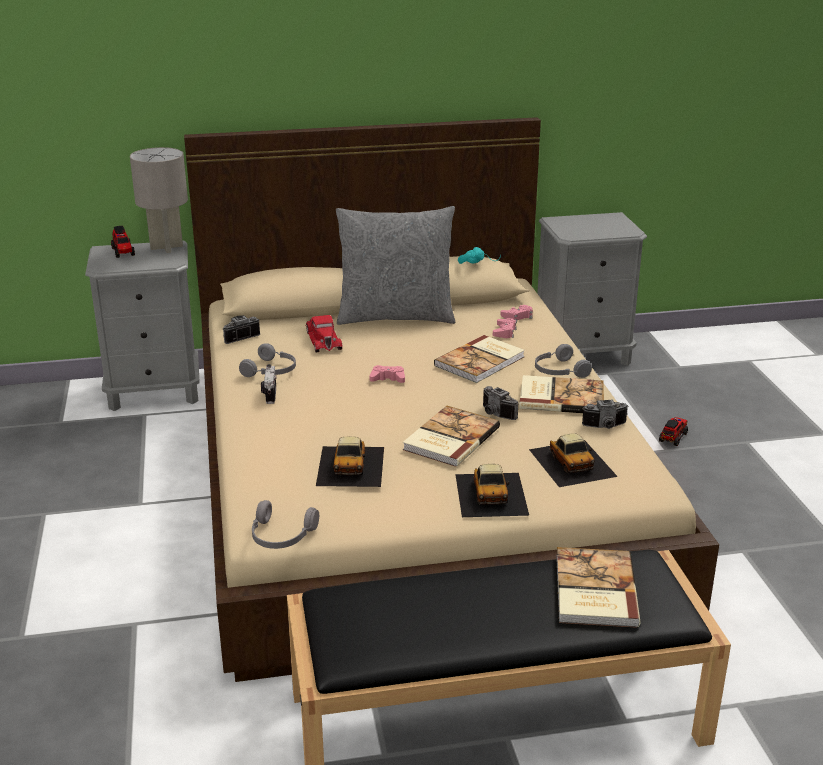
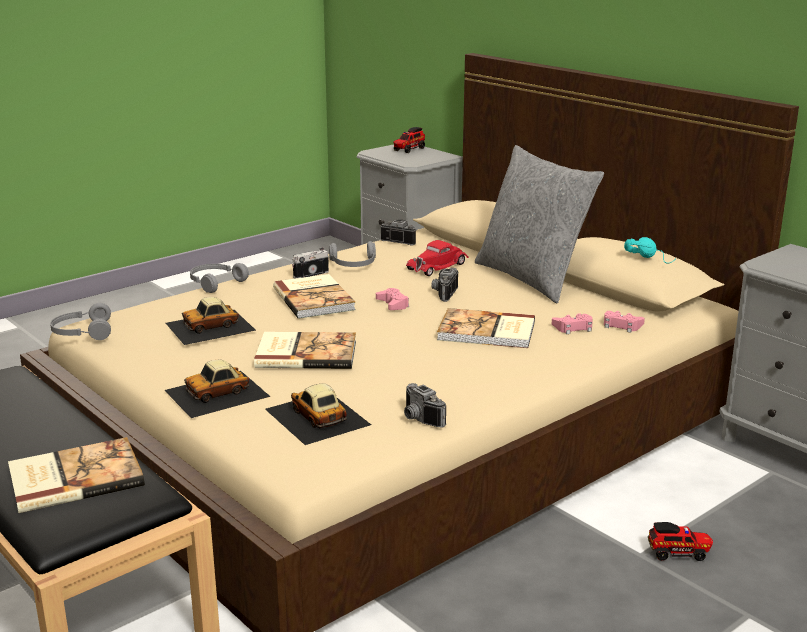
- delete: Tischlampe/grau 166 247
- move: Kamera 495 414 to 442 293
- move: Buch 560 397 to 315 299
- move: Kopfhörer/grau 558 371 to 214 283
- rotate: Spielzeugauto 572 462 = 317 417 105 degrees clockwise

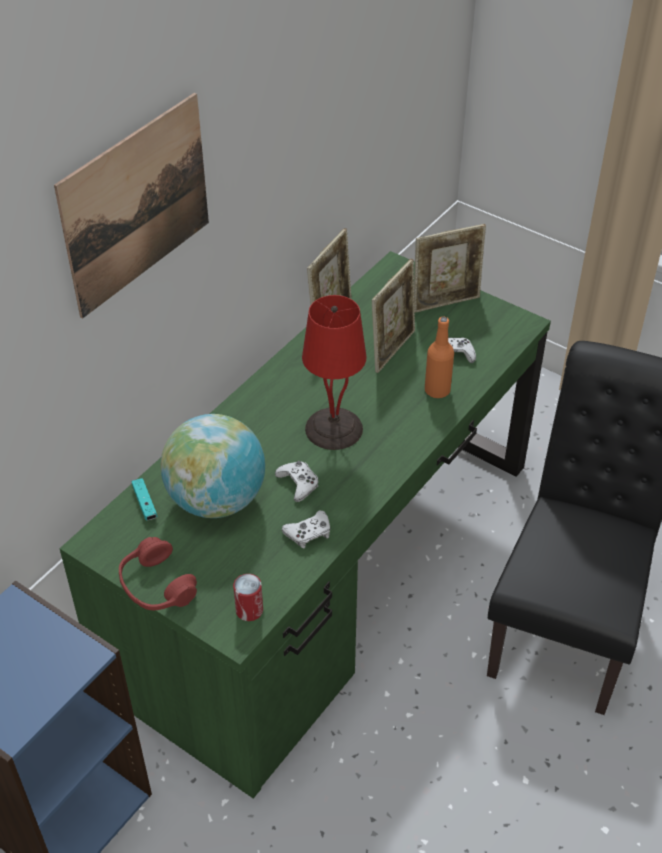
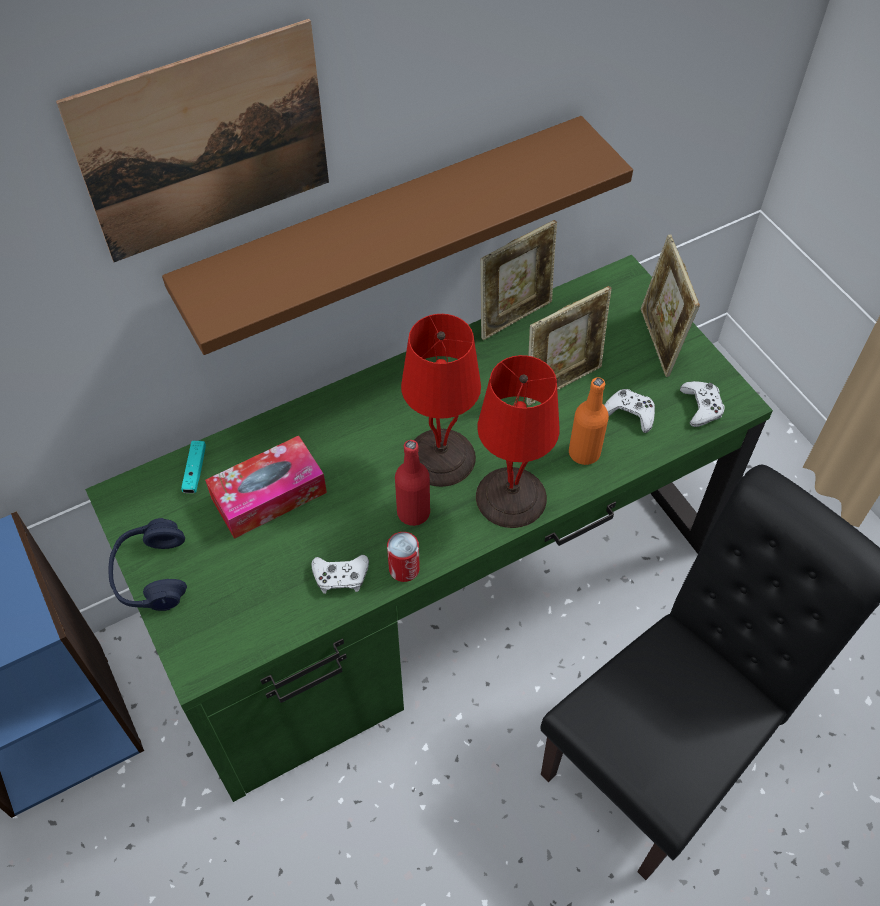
- insert: Wandregal/braun 386 227
- insert: Flasche/rot 413 512
- insert: Tischlampe/rot 512 496
- move: Dose 249 610 to 404 568
- move: Gamepad/weiß 298 484 to 701 407
- replace: Globus 216 499 to Taschentuchbox 269 495
- recolor: Kopfhörer/rot 156 586 to Kopfhörer/blau 151 574
- rotate: Bilderrahmen 446 302 = 658 342 75 degrees clockwise

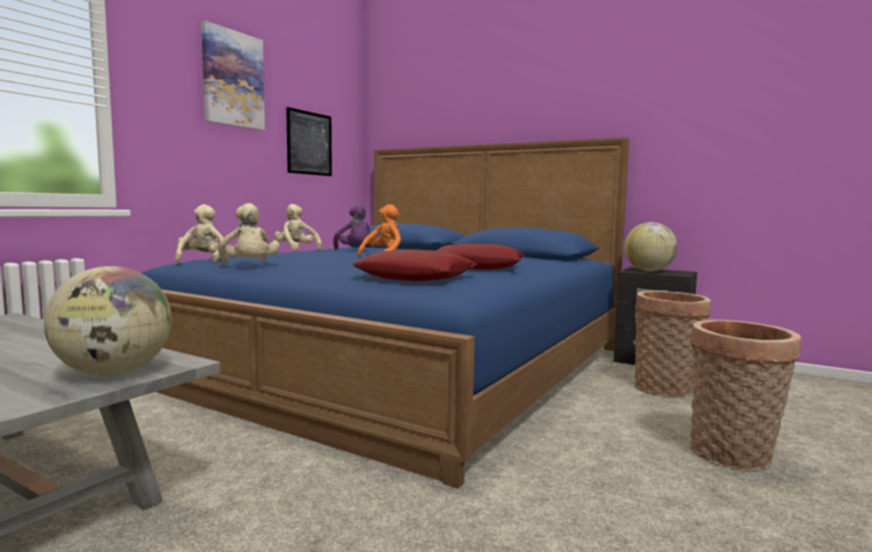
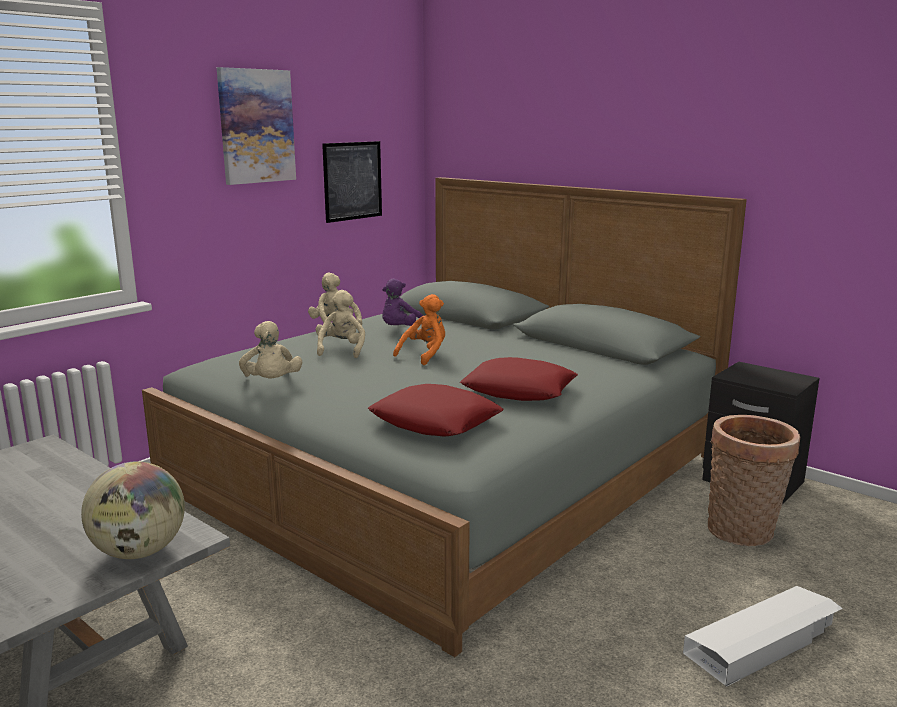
- delete: Globus 648 271
- move: Plüschtier/beige 202 261 to 341 350
- replace: Korb 733 456 to Aufbewahrungsbox/weiß 763 641
- recolor: Bett/blau 402 364 to Bett/grau 447 471
- rotate: Plüschtier/lila 356 250 = 401 330 60 degrees clockwise

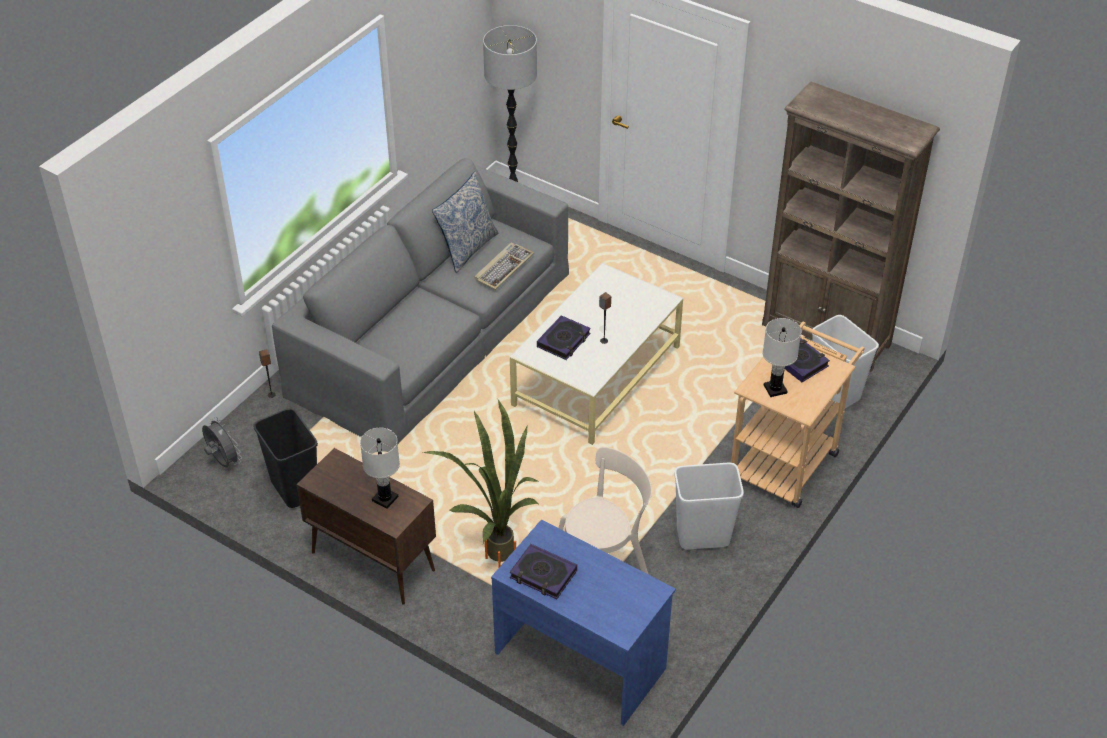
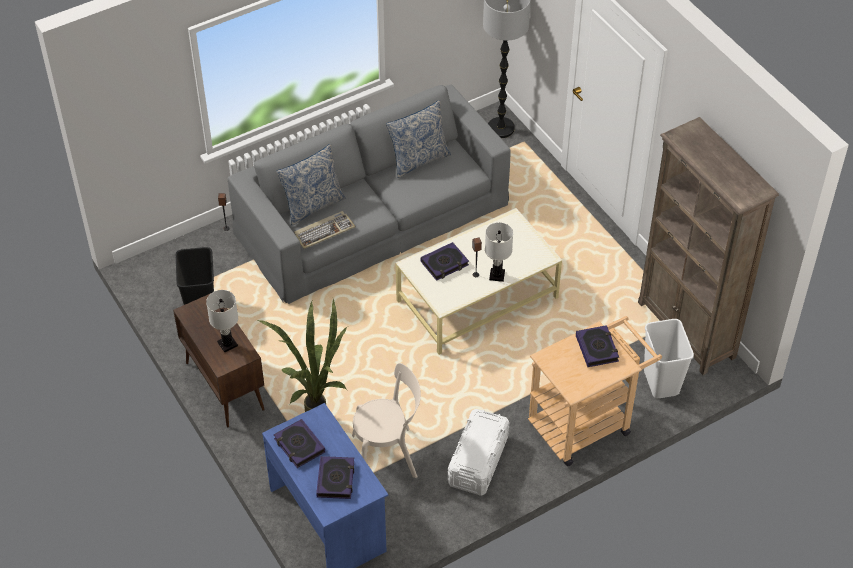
- delete: Ventilator/grau 223 462
- insert: Kissen 313 205
- insert: Buch 336 479
- move: Tastatur 503 267 to 324 231
- move: Tischlampe/weiß 775 389 to 497 275
- replace: Mülleimer/weiß 702 537 to Aufbewahrungsbox/weiß 478 461

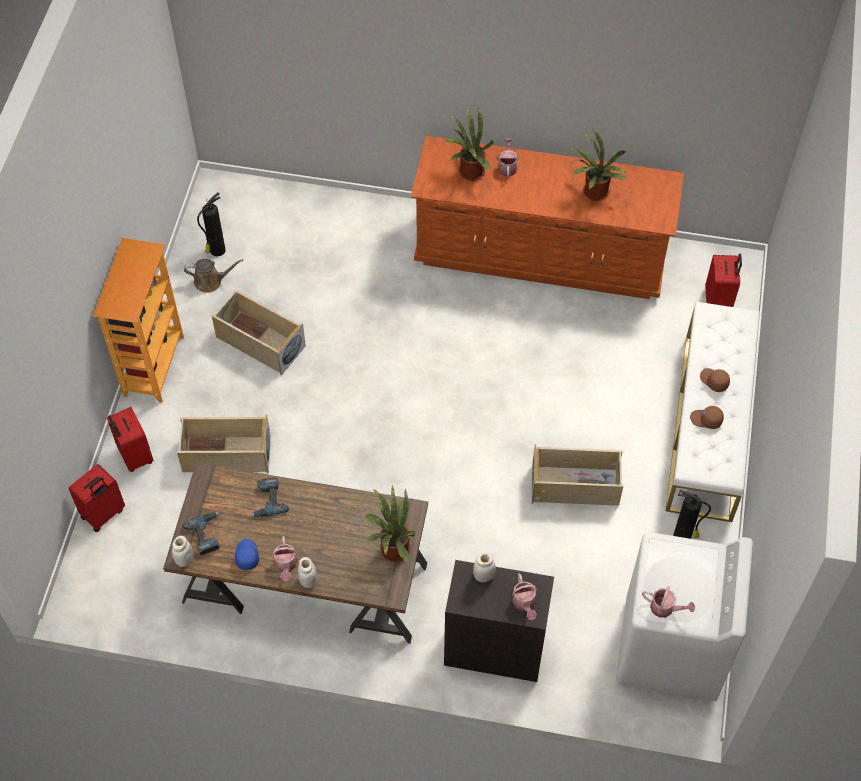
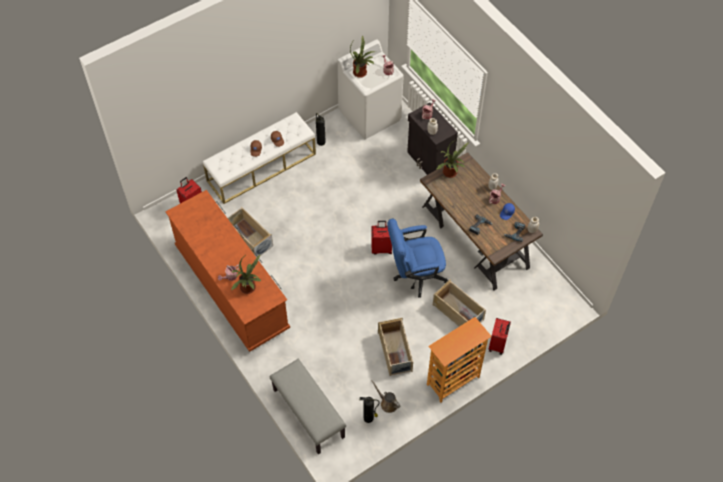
- insert: Bank/grau 308 413
- insert: Bürostuhl/blau 415 275
- move: Koffer/rot 104 514 to 381 248
- move: Aufbewahrungsbox/beige 576 485 to 249 238
- move: Topfpflanze 593 193 to 361 73

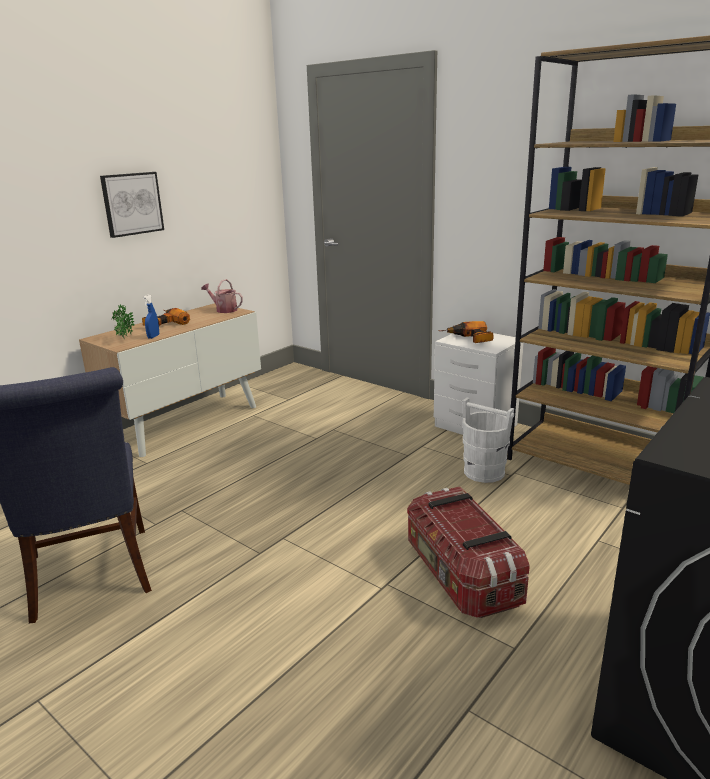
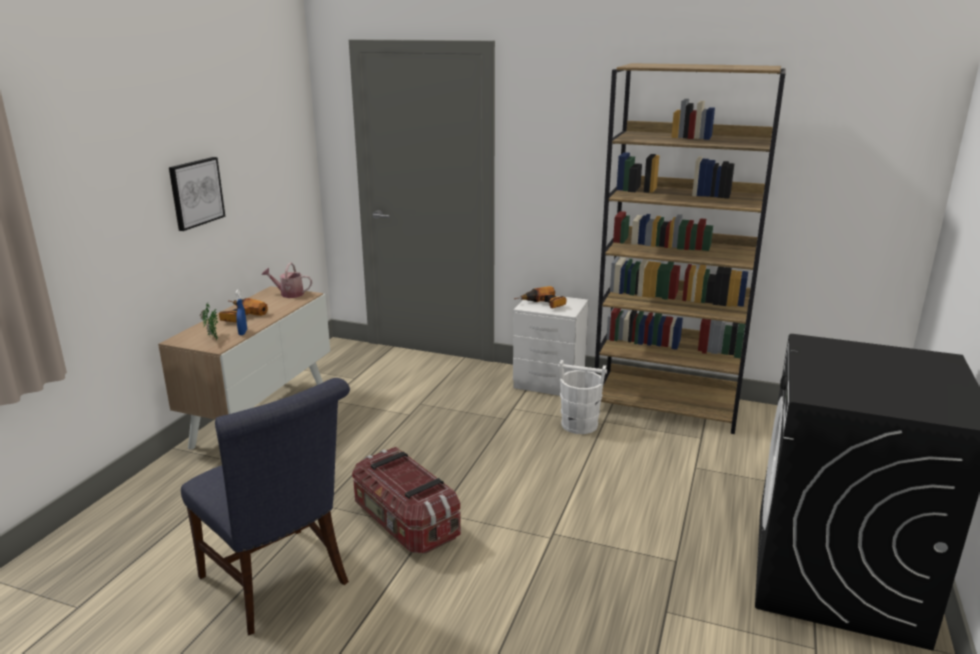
- move: Aufbewahrungsbox 461 575 to 405 522

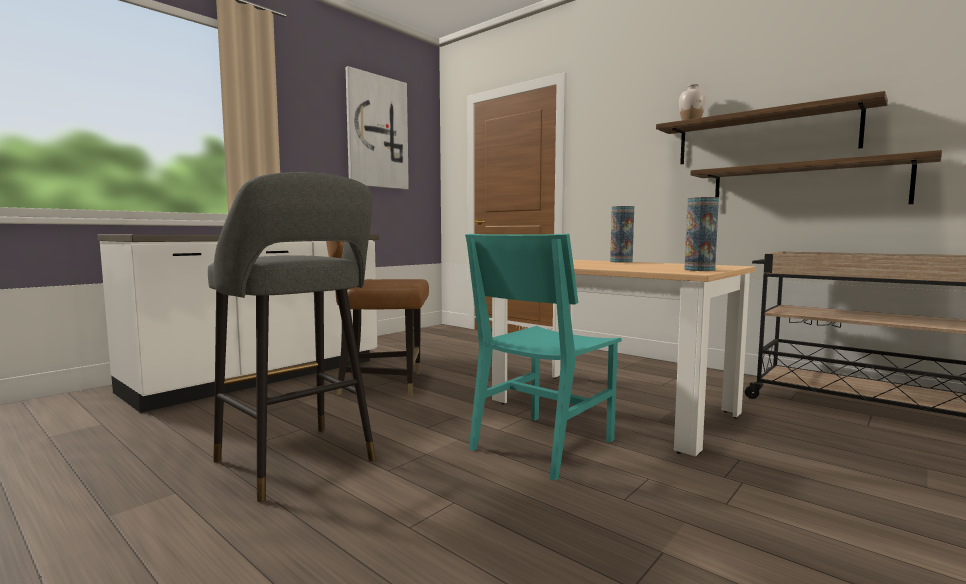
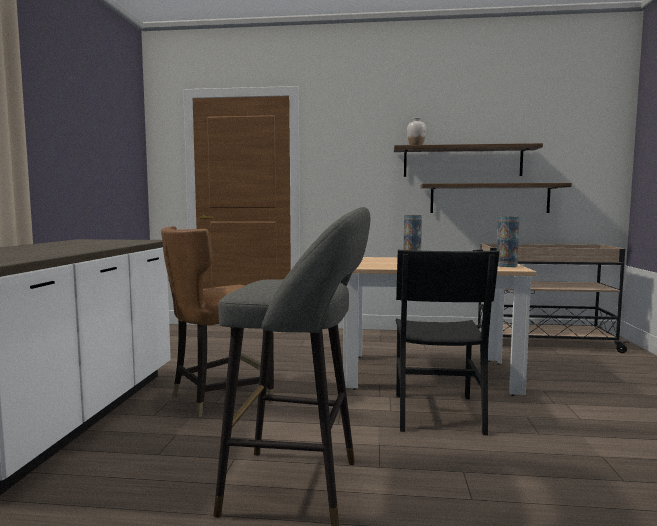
- delete: Bild 377 132
- recolor: Stuhl/türkis 542 444 to Stuhl/schwarz 437 413

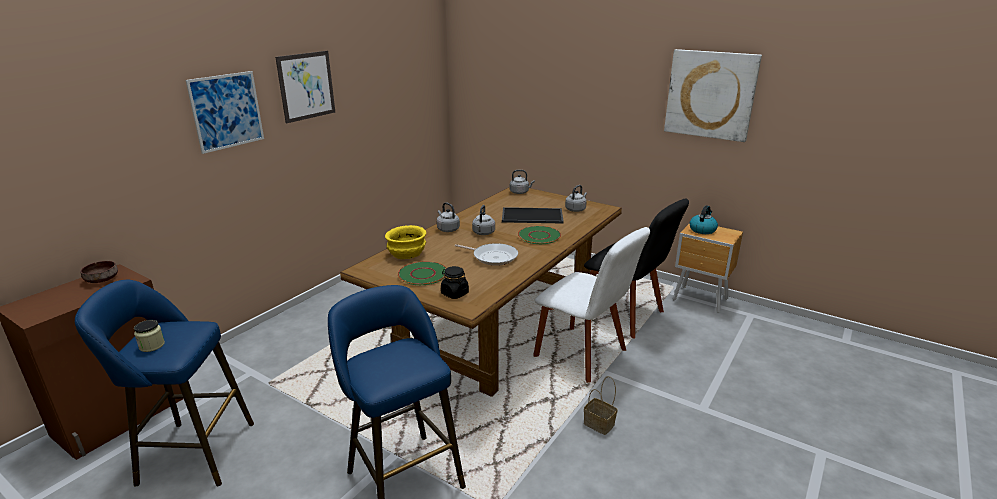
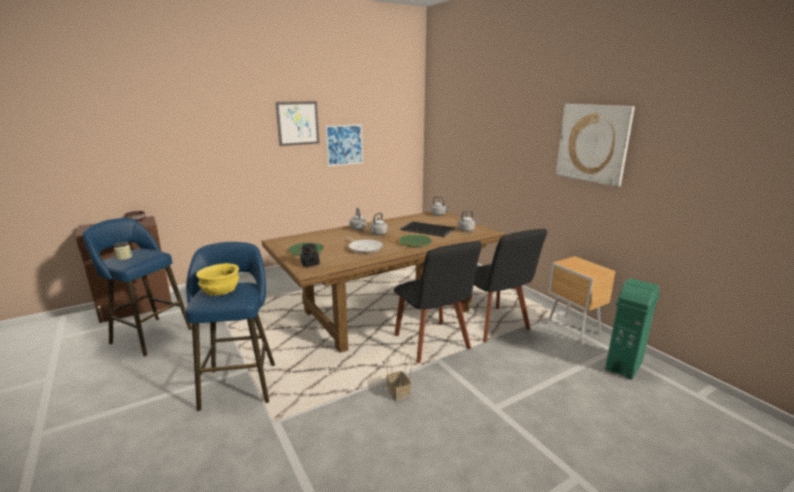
- delete: Wasserkessel 702 230
- insert: Mülleimer/grün 624 365
- move: Bild 227 111 to 344 145
- move: Schüssel/gelb 406 254 to 220 291
- recolor: Stuhl/weiß 584 355 to Stuhl/schwarz 433 344

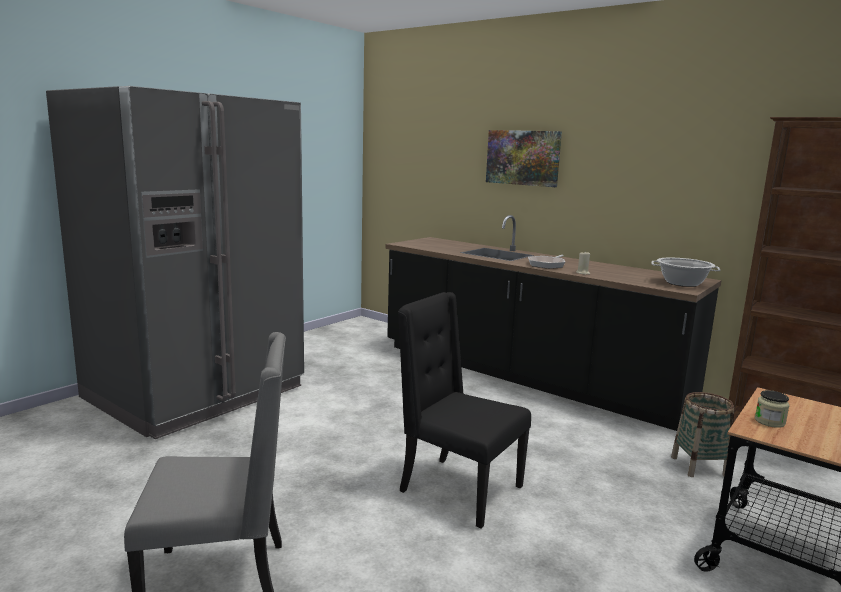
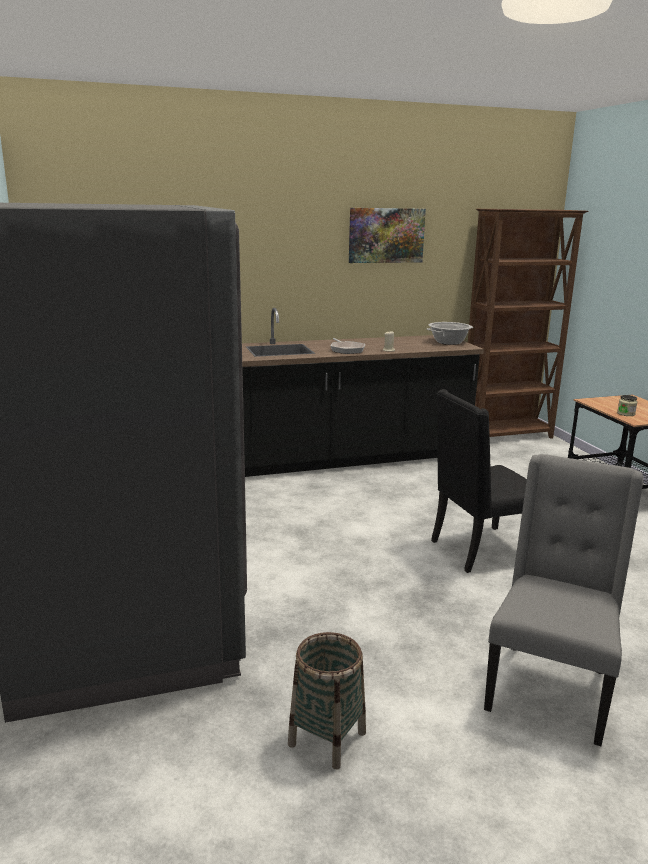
- move: Bild 523 157 to 386 235
- move: Korb 698 466 to 327 738

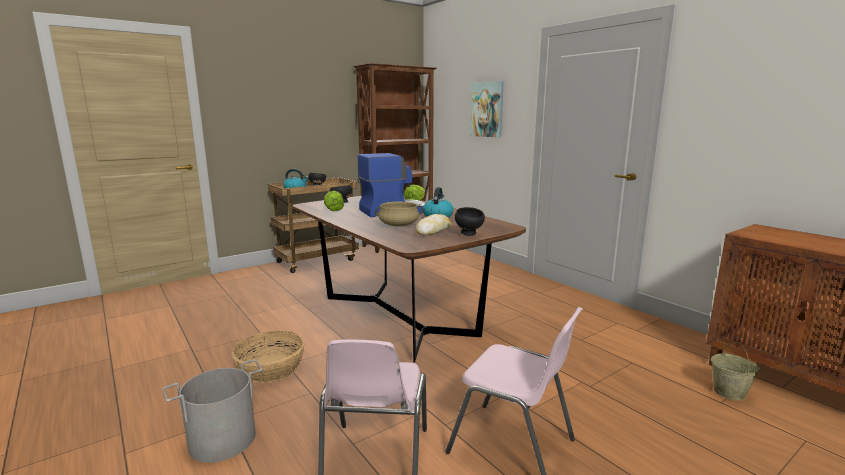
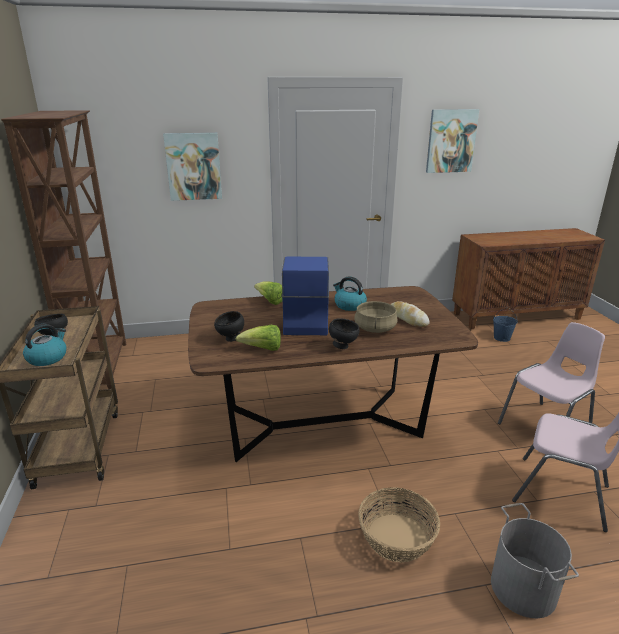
- insert: Bild 451 141
- move: Schüssel/schwarz 469 234 to 343 346
- recolor: Eimer/beige 729 393 to Eimer/blau 502 338

